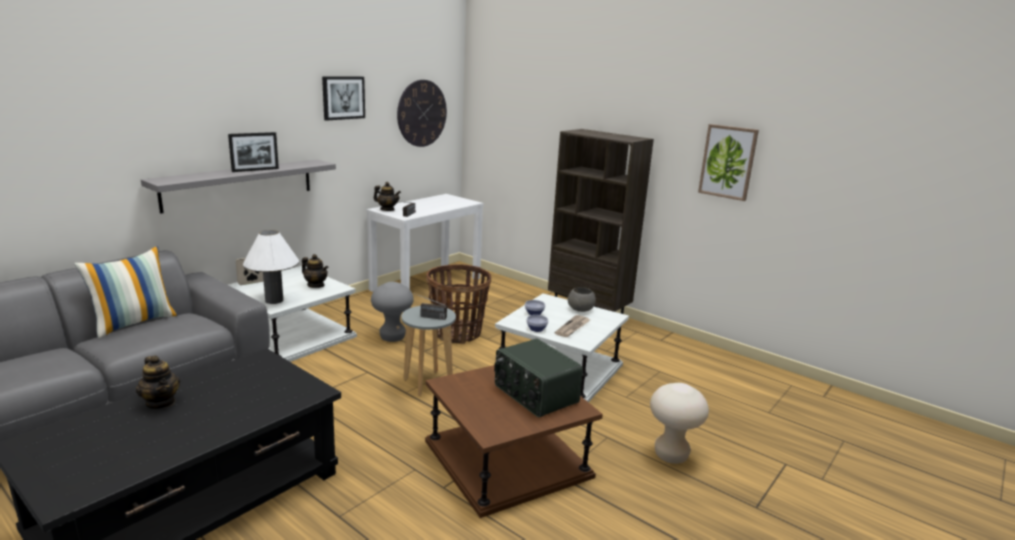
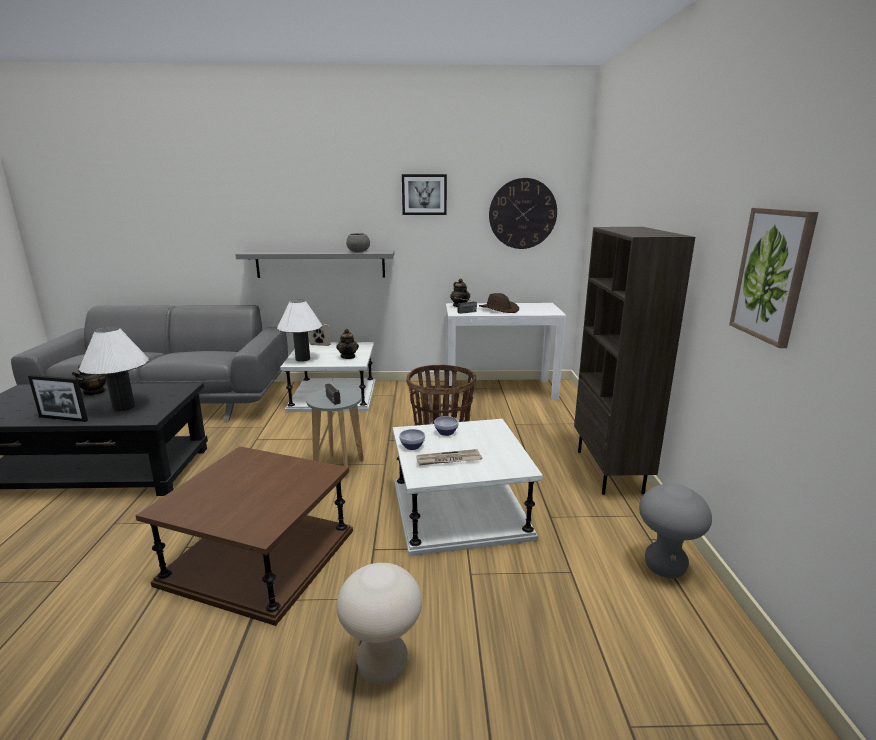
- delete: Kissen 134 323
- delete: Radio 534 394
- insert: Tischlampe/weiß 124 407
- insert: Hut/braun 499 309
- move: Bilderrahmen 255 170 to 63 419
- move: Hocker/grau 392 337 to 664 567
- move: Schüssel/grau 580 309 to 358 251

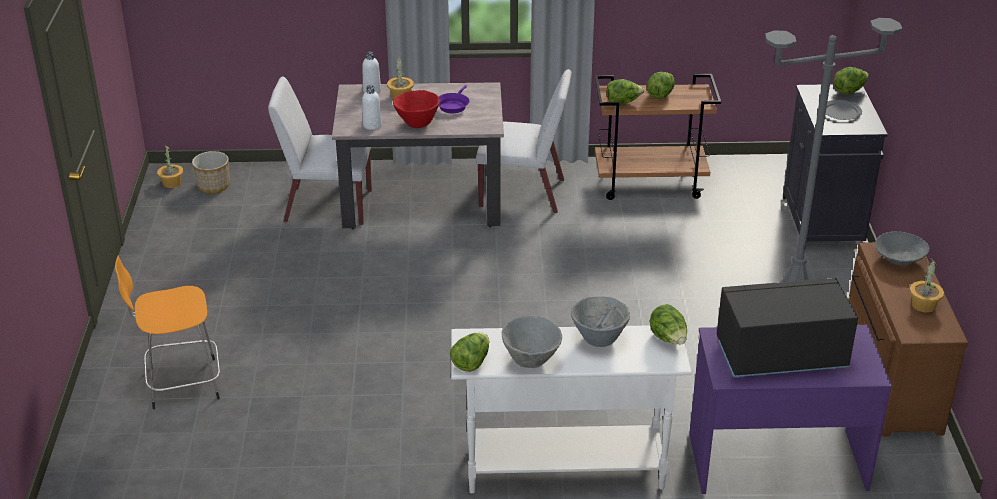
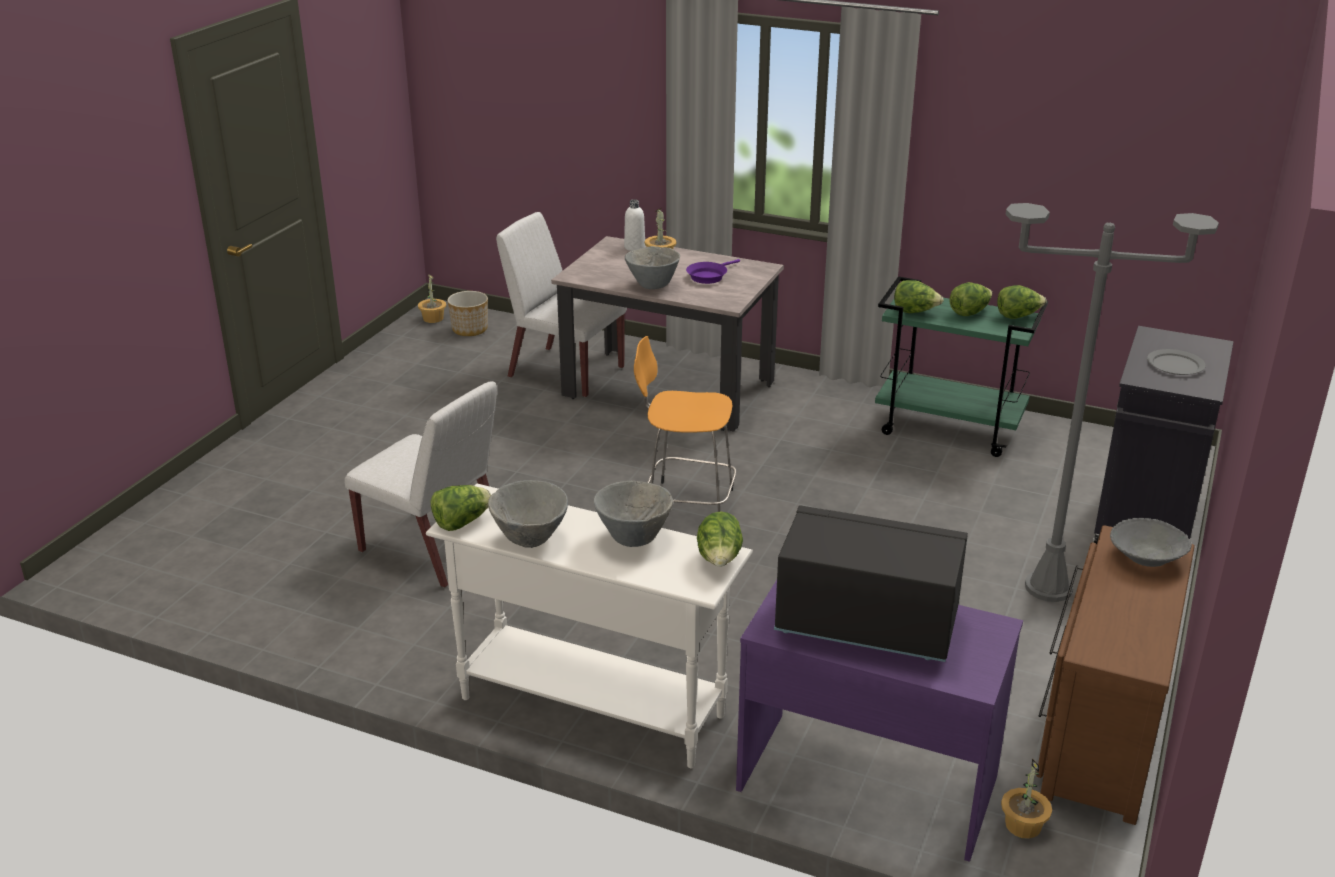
- delete: Flasche/weiß 372 125
- move: Hocker/orange 180 384 to 686 504
- move: Stuhl/weiß 523 193 to 433 548
- move: Salatkopf 849 91 to 1018 316
- move: Topfpflanze 923 305 to 1022 825
- recolor: Schüssel/rot 417 123 to Schüssel/grau 652 285
- recolor: Rollwagen/braun 650 183 to Rollwagen/grün 950 429

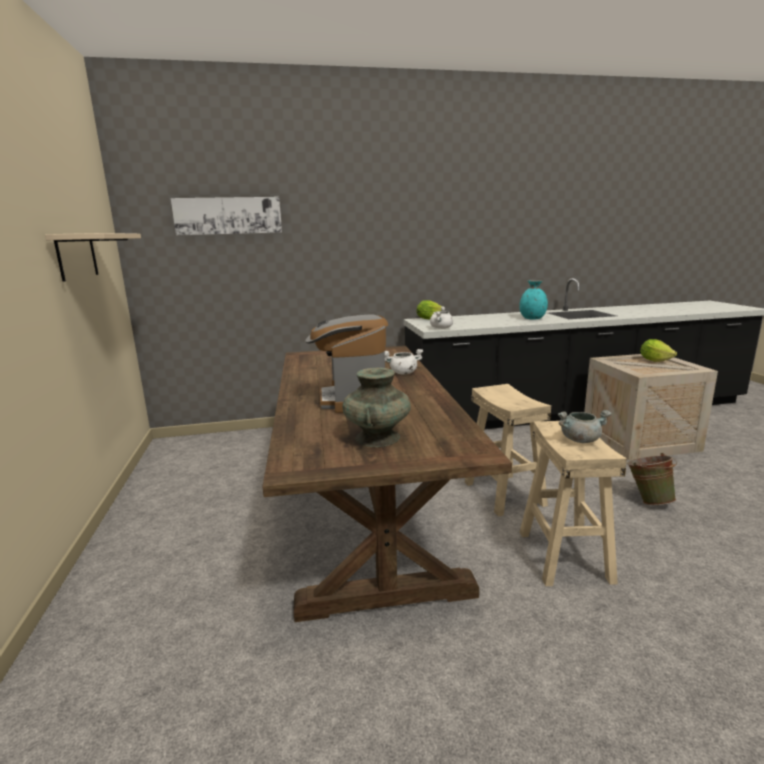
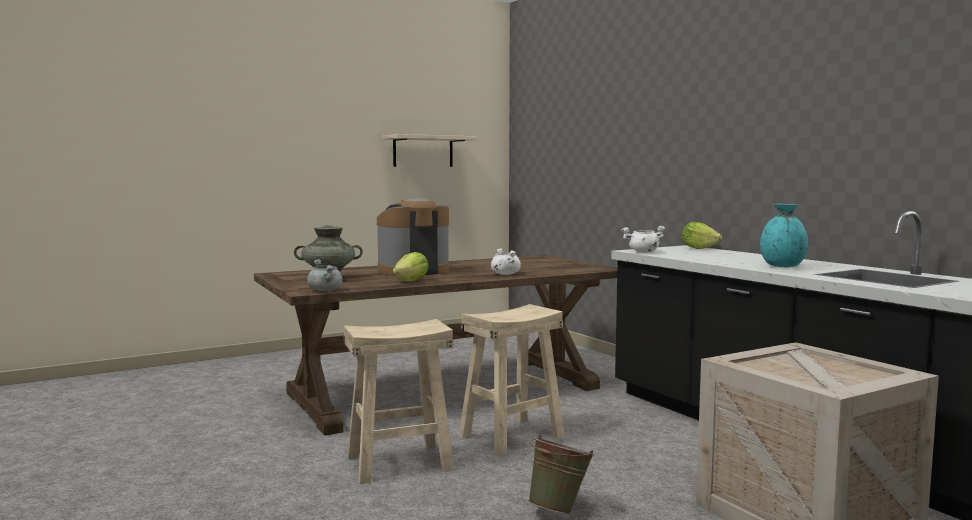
- delete: Bild 228 216
- move: Kochtopf/grau 580 439 to 326 290
- move: Salatkopf 655 360 to 411 281

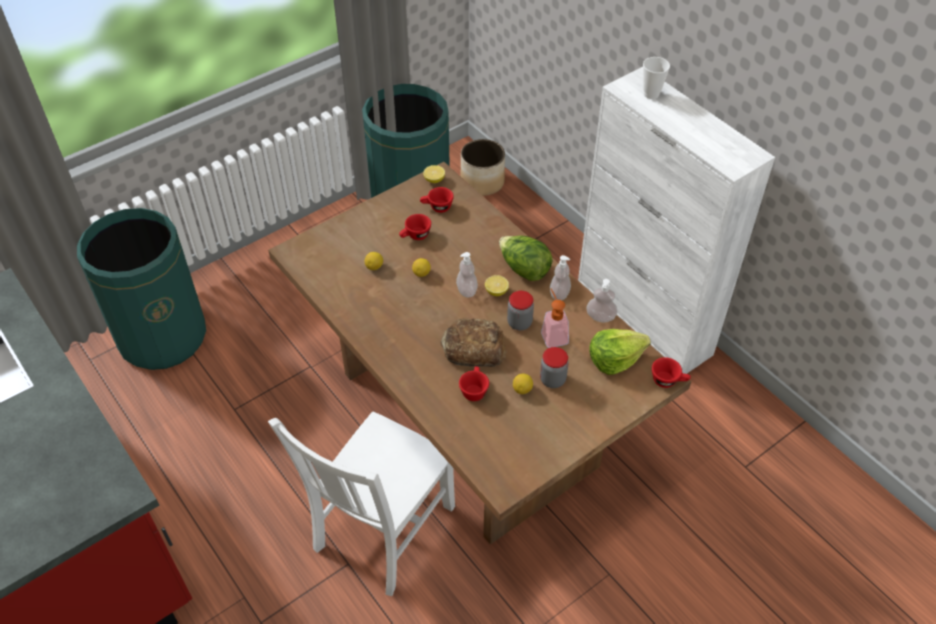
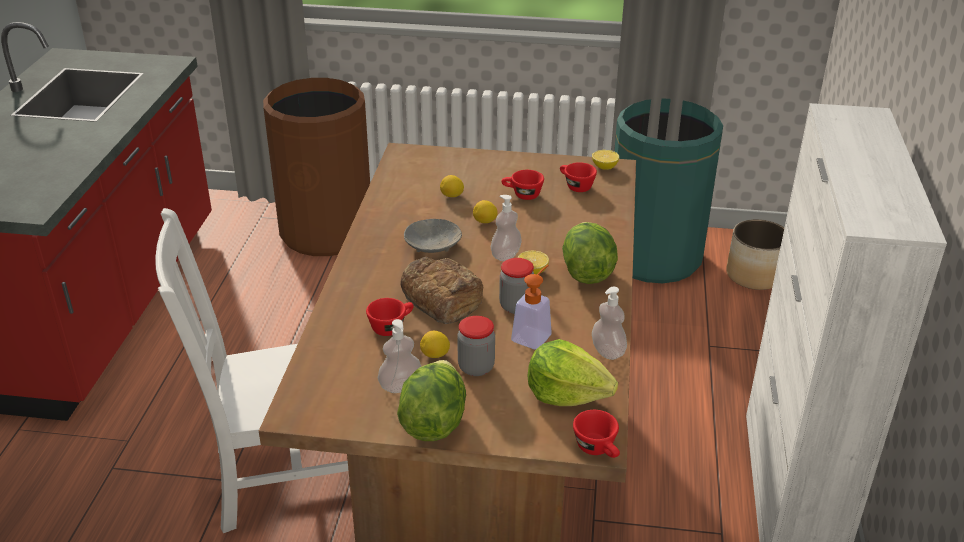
- delete: Tasse 651 94
- insert: Salatkopf 433 421
- insert: Schüssel/grau 433 245
- move: Seifenspender 559 294 to 400 386
- recolor: Mülleimer/grün 163 336 to Mülleimer/braun 326 232

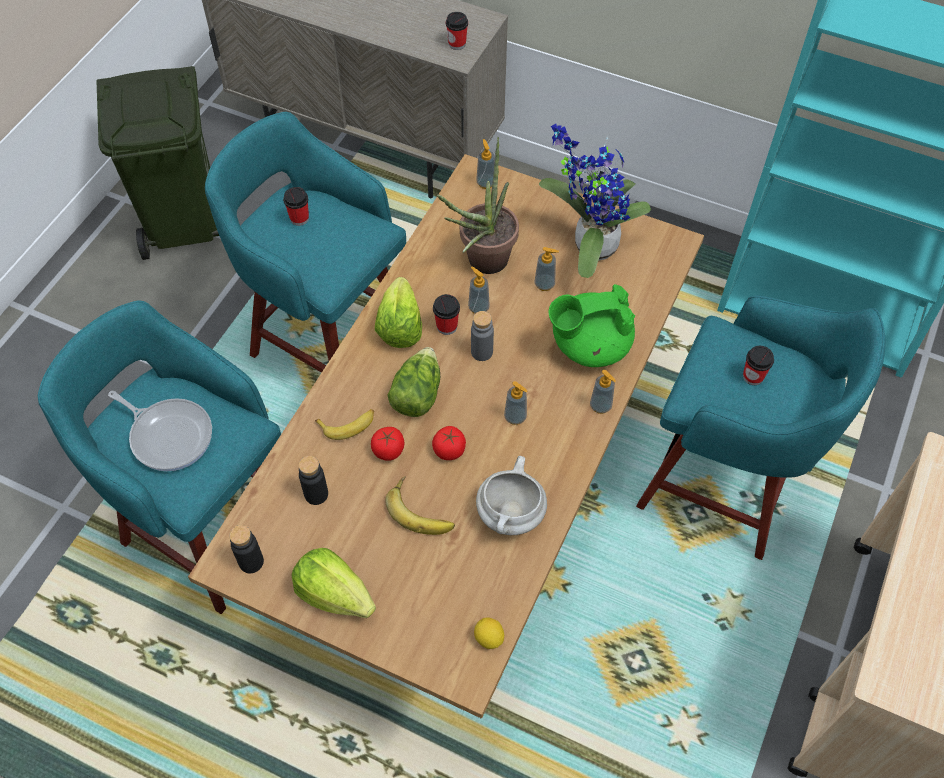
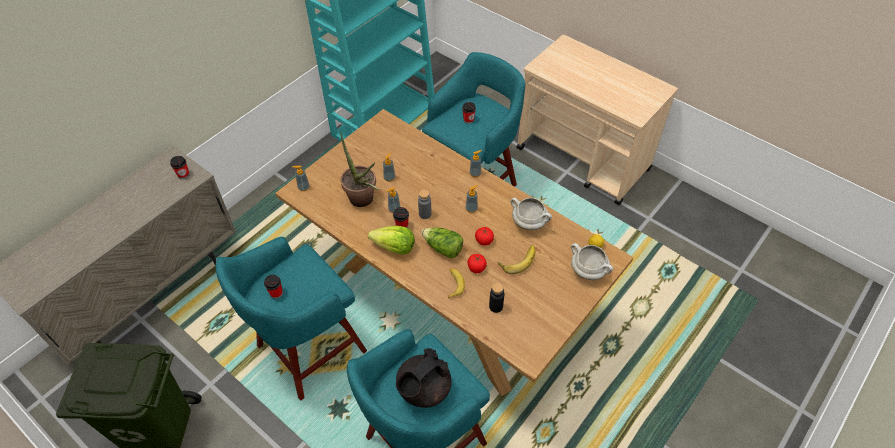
- delete: Flasche/schwarz 251 562
- delete: Salatkopf 334 594
- delete: Topfpflanze 589 245
- delete: Teekanne/grün 589 346
- insert: Kochtopf/weiß 588 271
- replace: Pfanne 169 435 to Teekanne/schwarz 423 389

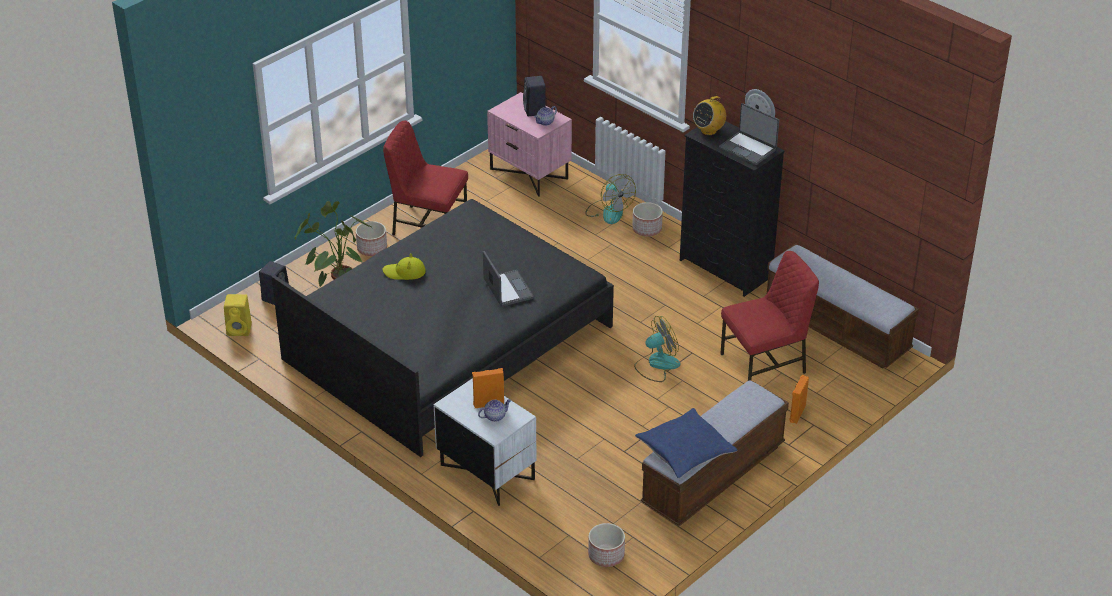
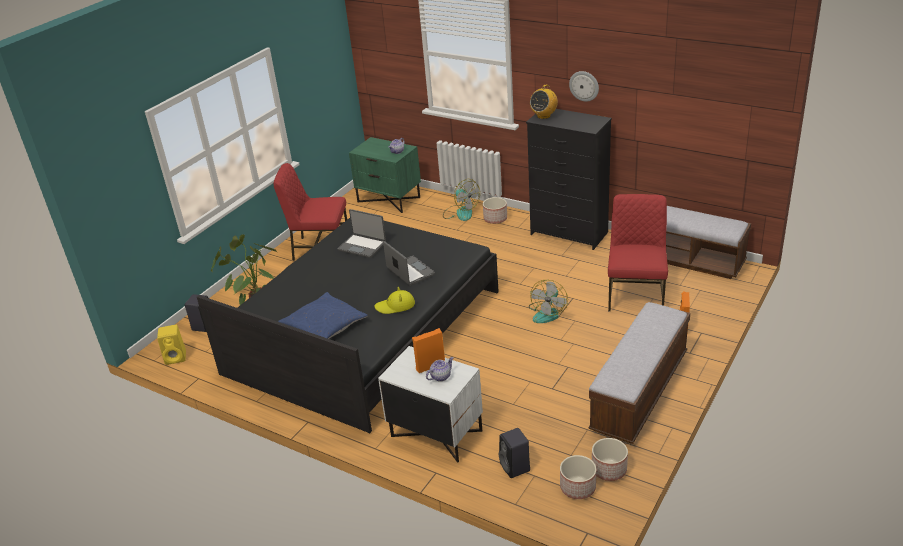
- move: Pflanzkübel 372 248 to 609 469
- move: Hut/gelb 404 272 to 395 306
- move: Lautsprecher/schwarz 535 111 to 515 467
- move: Kissen/blau 685 451 to 324 326
- move: Laptop 748 149 to 362 246
- recolor: Nachttisch/rosa 530 173 to Nachttisch/grün 389 199
- rotate: Ventilator 656 364 = 548 313 150 degrees clockwise
- rotate: Stuhl/rot 765 364 = 636 294 45 degrees counterclockwise

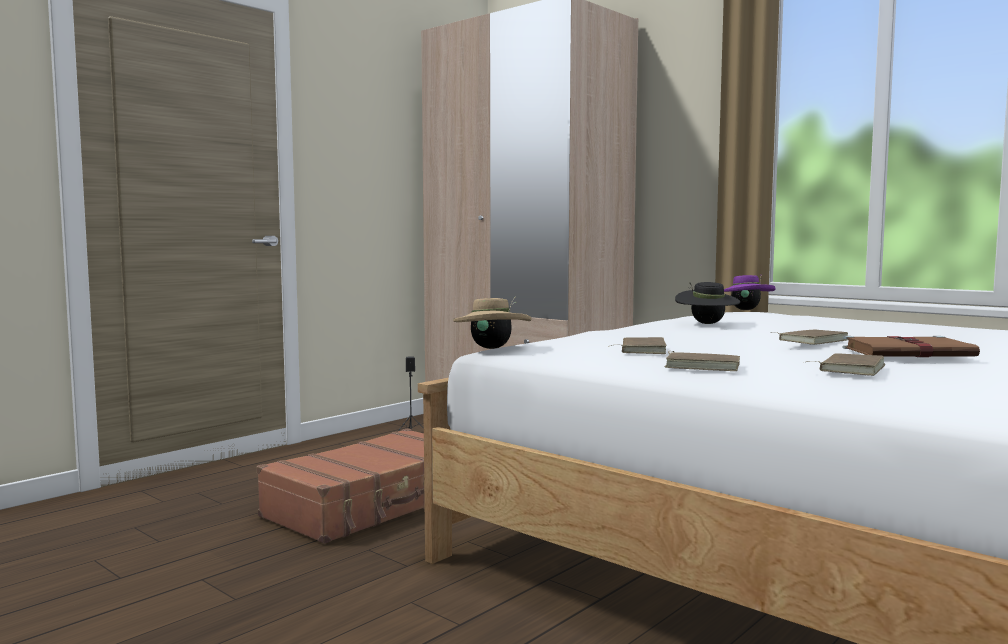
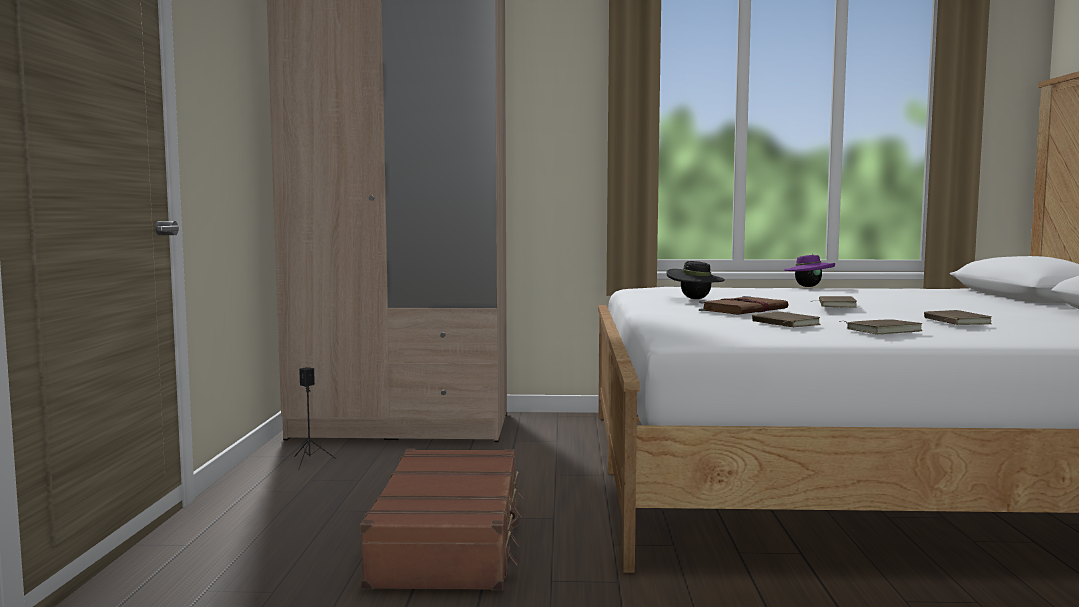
- delete: Hut/beige 492 348
- move: Hut/lila 746 310 to 808 287
- move: Buch/braun 909 352 to 744 310

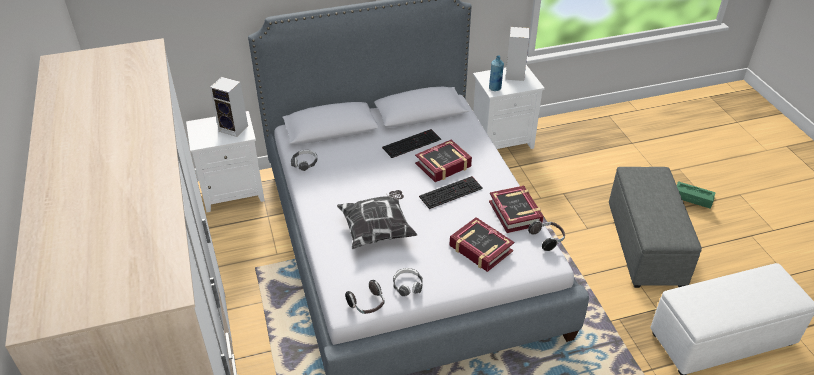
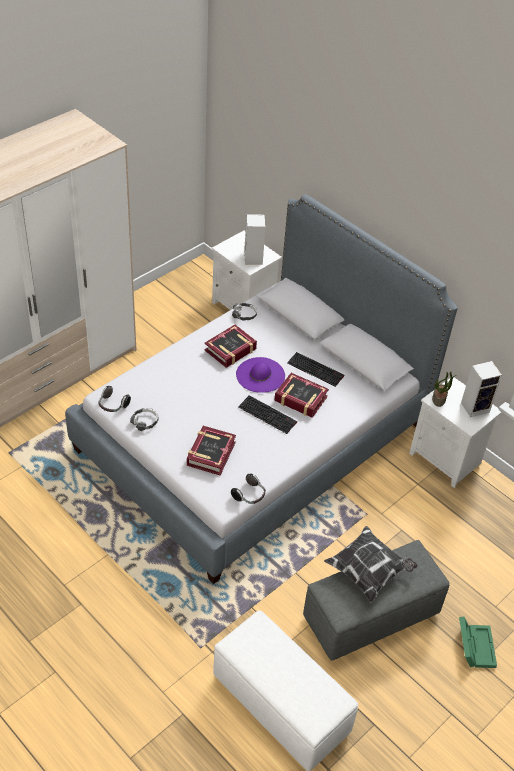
- insert: Hut/lila 260 375
- move: Kissen 377 230 to 368 572
- move: Buch 515 213 to 230 350
- replace: Flasche/blau 495 88 to Topfpflanze 439 399

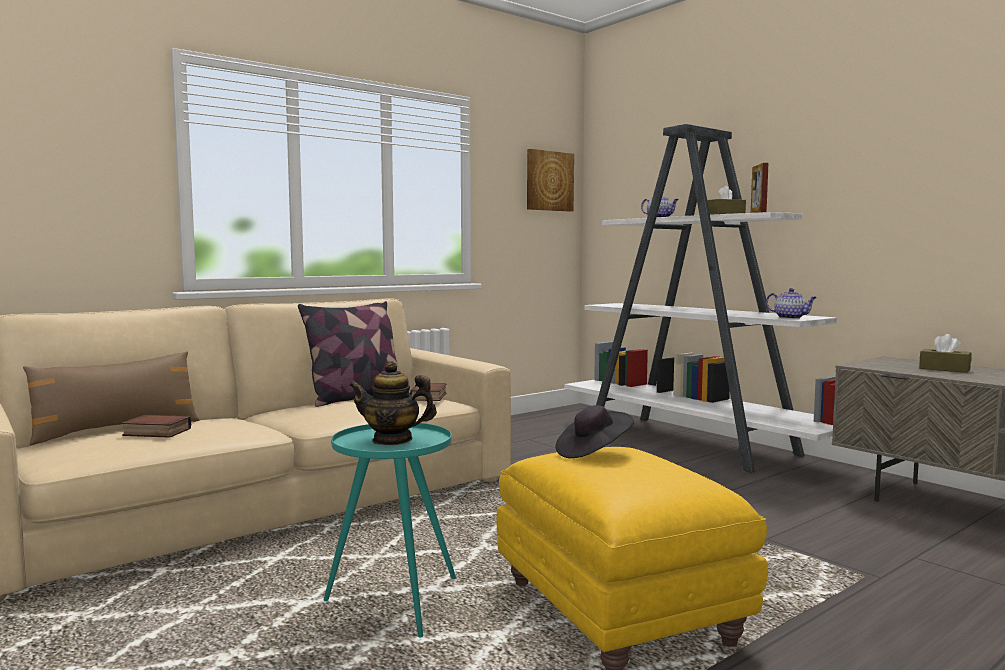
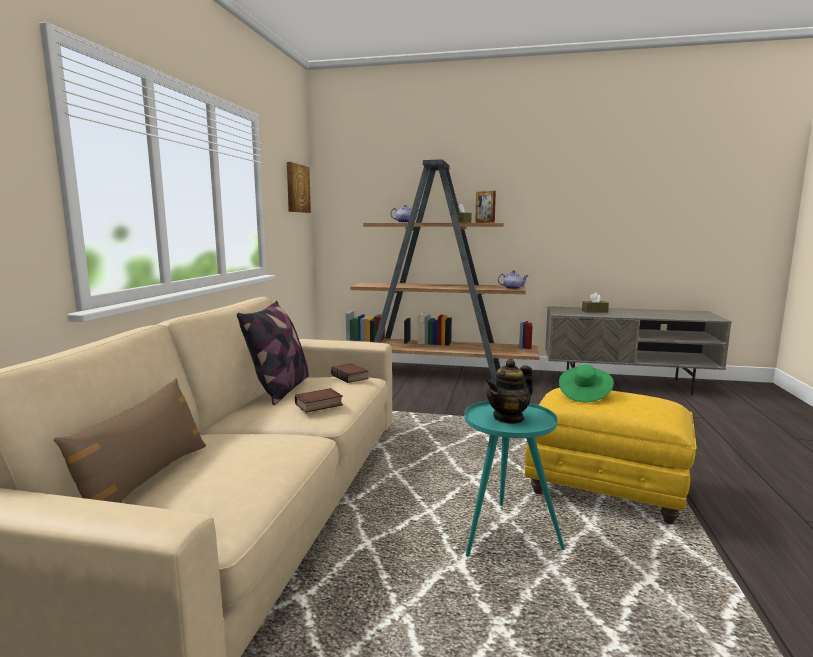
- move: Buch 155 432 to 318 405
- recolor: Hut/schwarz 593 452 to Hut/grün 584 395
- recolor: Bücherregal/weiß 693 443 to Bücherregal/braun 437 373

